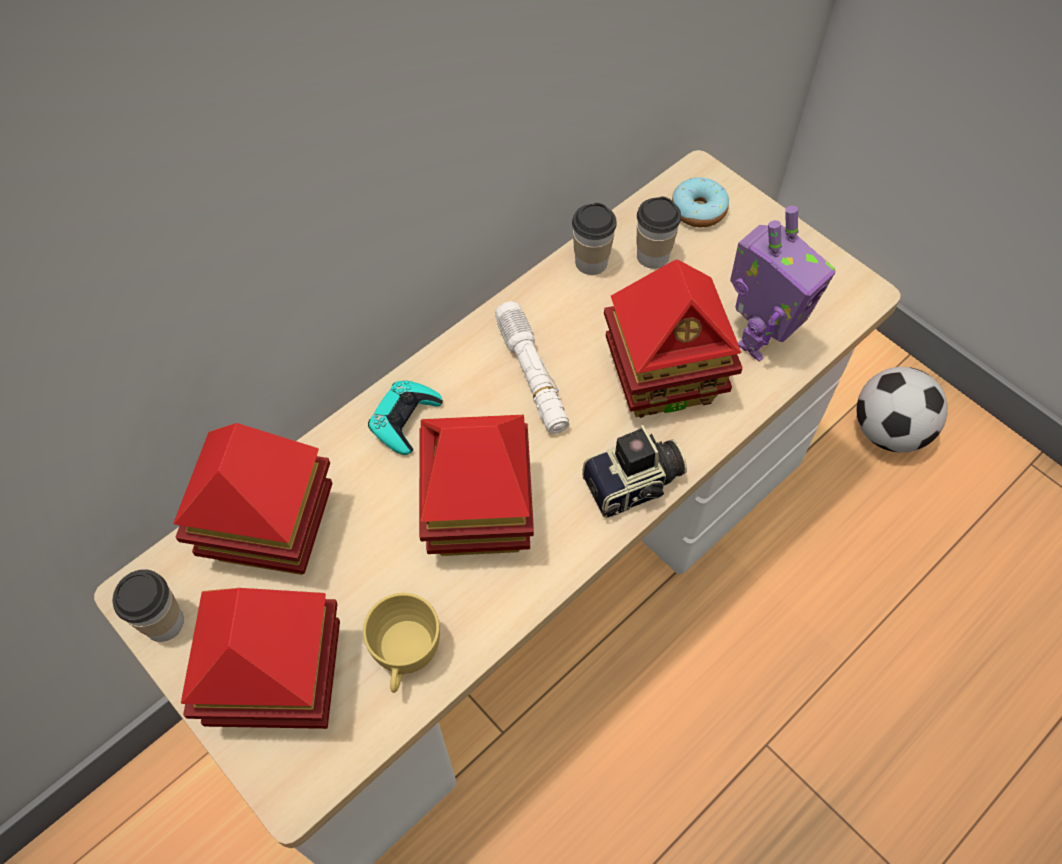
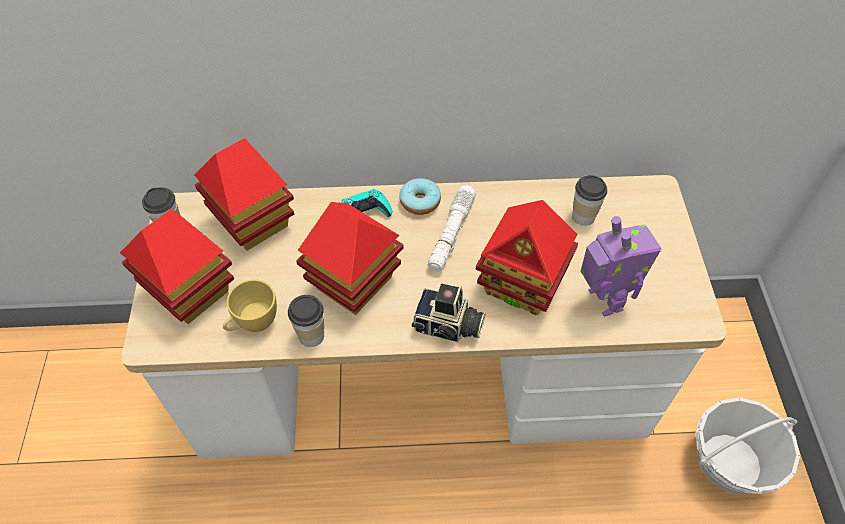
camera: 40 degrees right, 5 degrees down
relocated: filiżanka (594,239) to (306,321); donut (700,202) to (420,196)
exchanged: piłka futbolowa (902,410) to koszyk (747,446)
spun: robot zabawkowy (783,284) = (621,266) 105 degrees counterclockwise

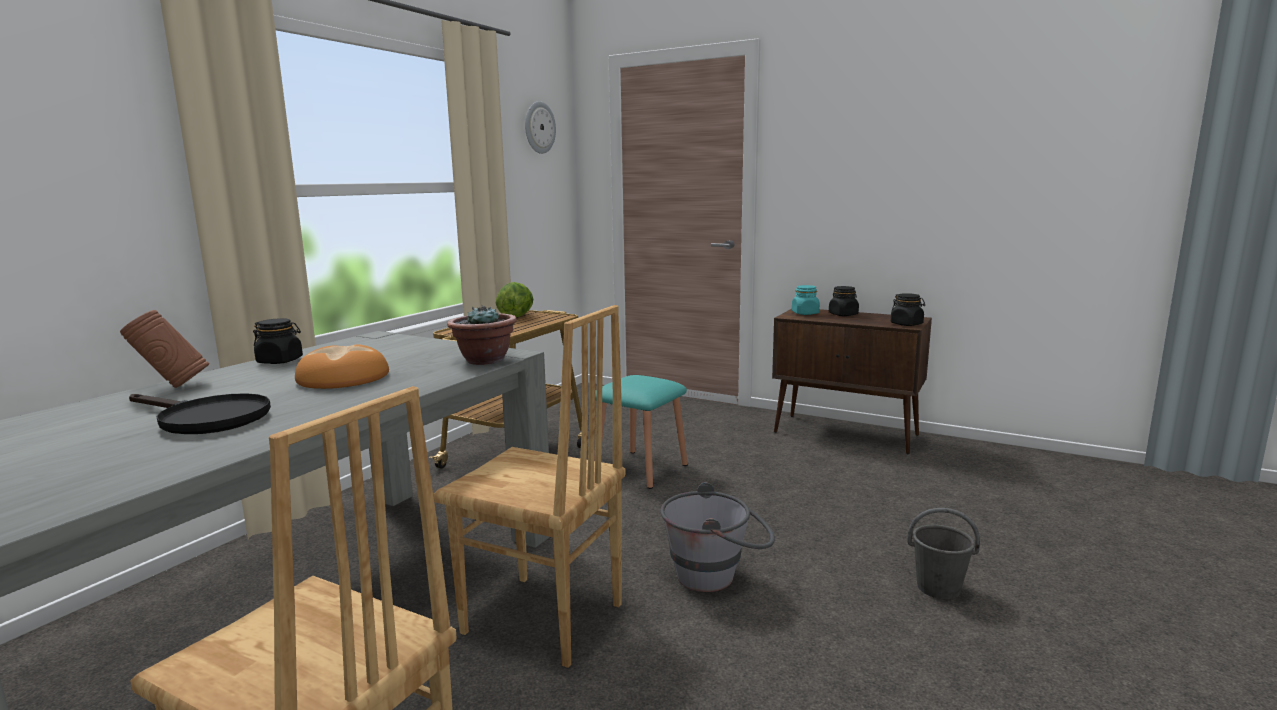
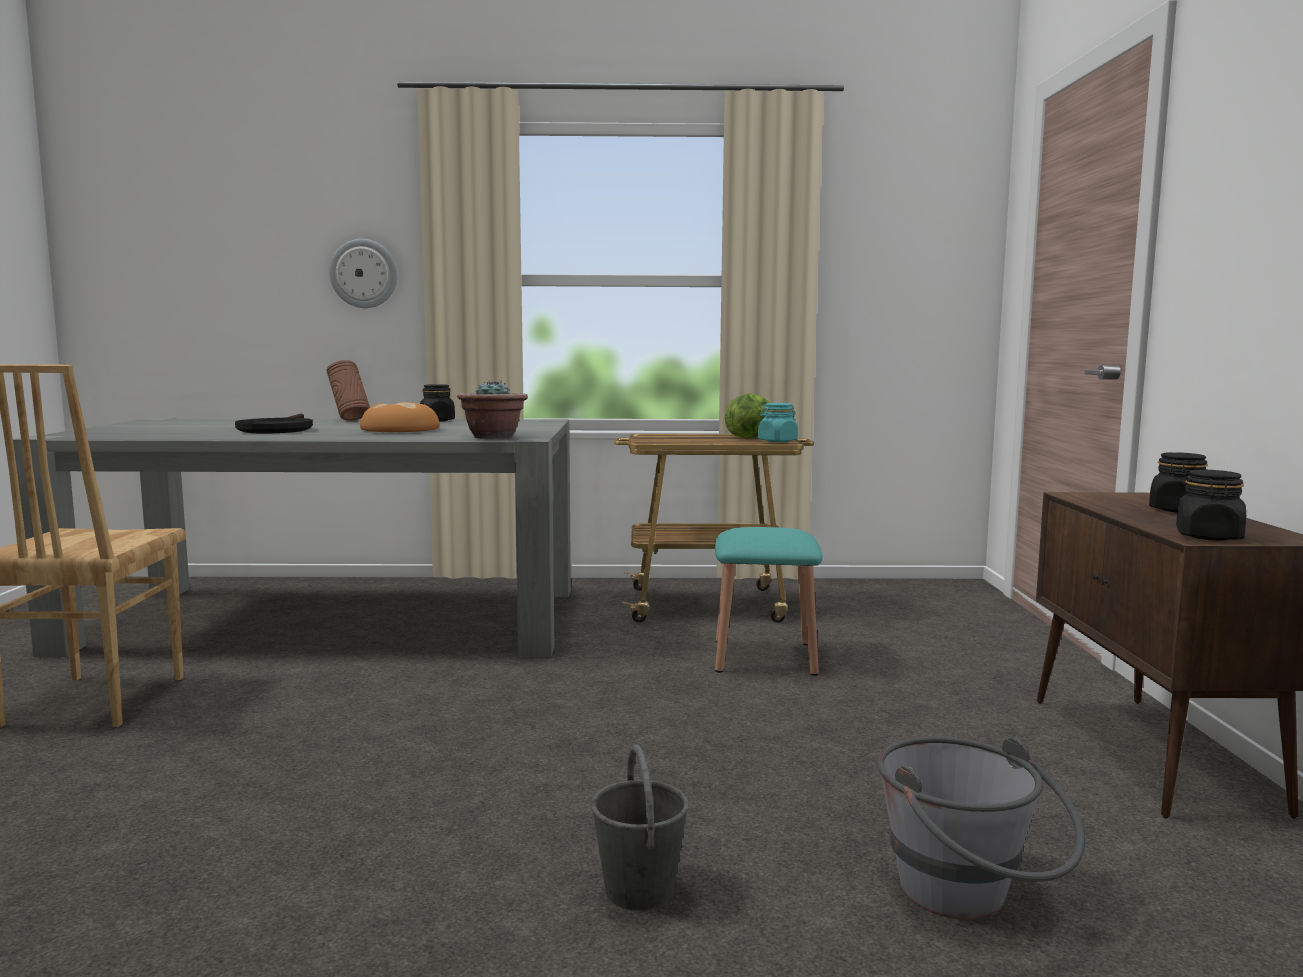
camera: 60 degrees right, 5 degrees down
missing: krzesło/brązowy (529,486)
relocated: zegar ścienny (540,127) to (363,273); wiadro/szary (717,537) to (981,828); słoik/turkusowy (806,300) to (778,422)

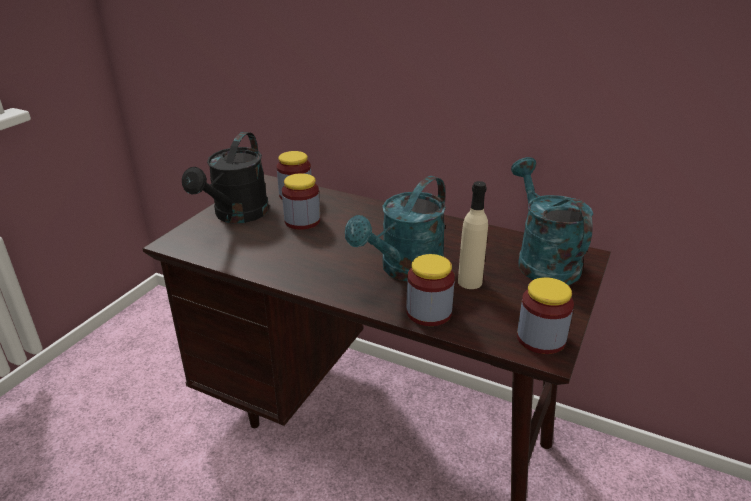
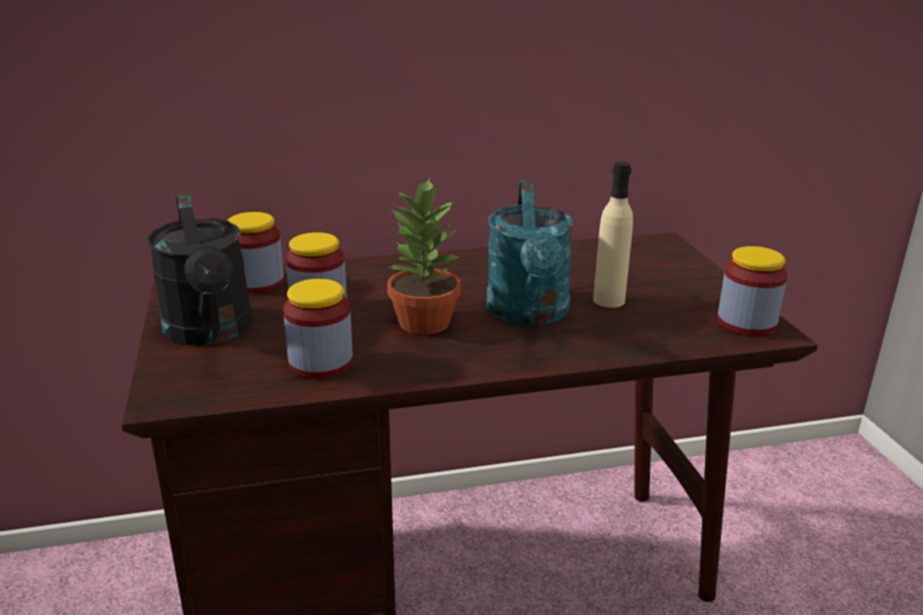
camera: 40 degrees left, 5 degrees down
missing: konewka/turkusowy (552,221)
appeared: roślina doniczkowa (424,256)
relocated: słoik (430,290) to (318,329)

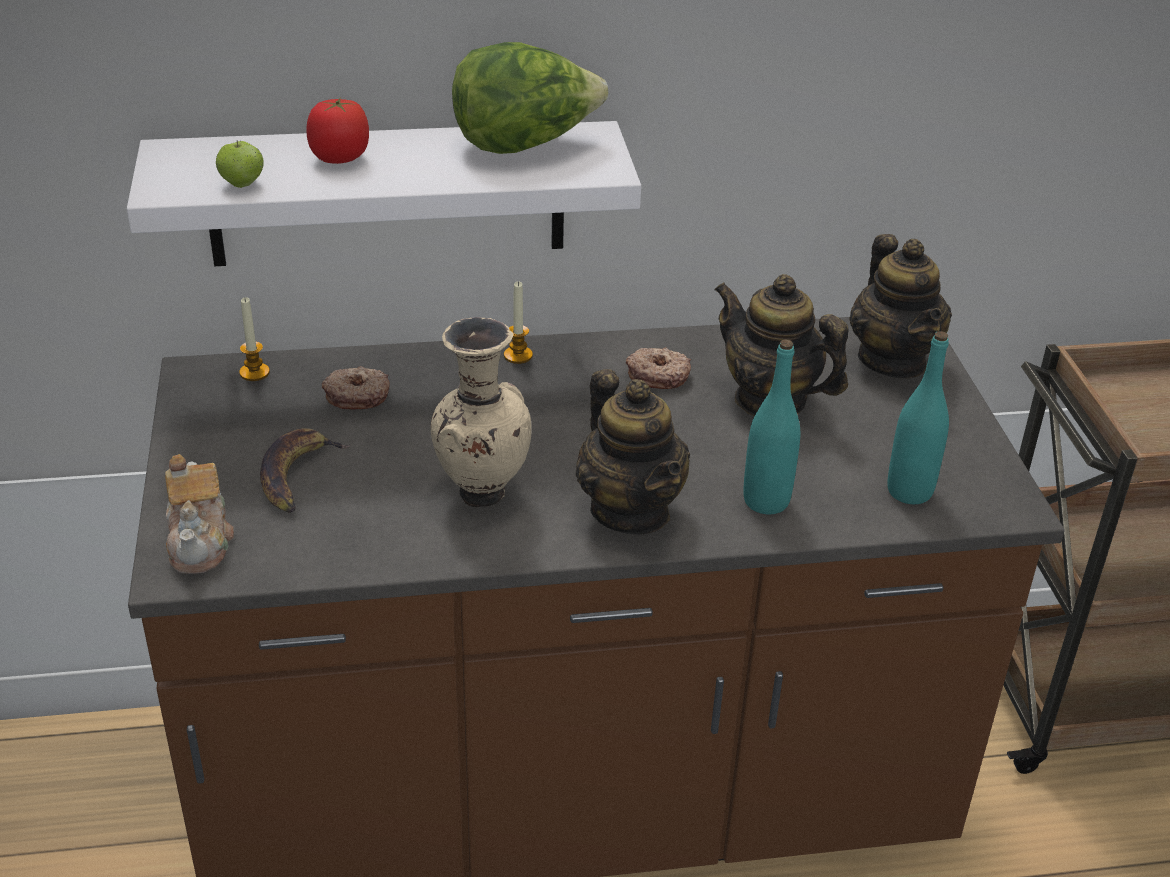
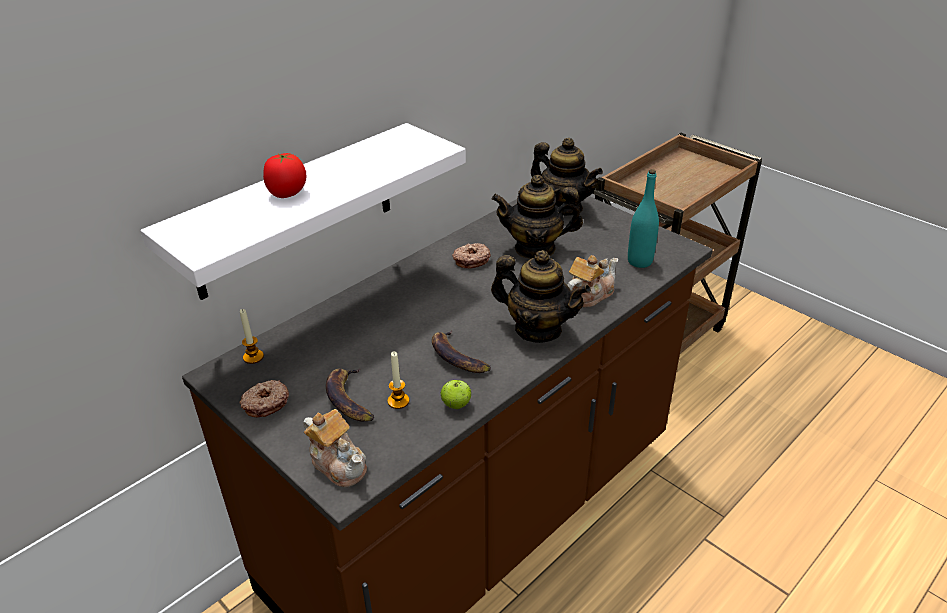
camera: 35 degrees left, 0 degrees up
missing: sałata (530,98)
relocated: jabłko (240,164) to (455,394); donut (356,388) to (264,398); świeca (518,322) to (398,380)
exchanged: wazon/beżowy (481,412) to banan (461,351); butelka/turkusowy (772,426) to imbryk (592,281)

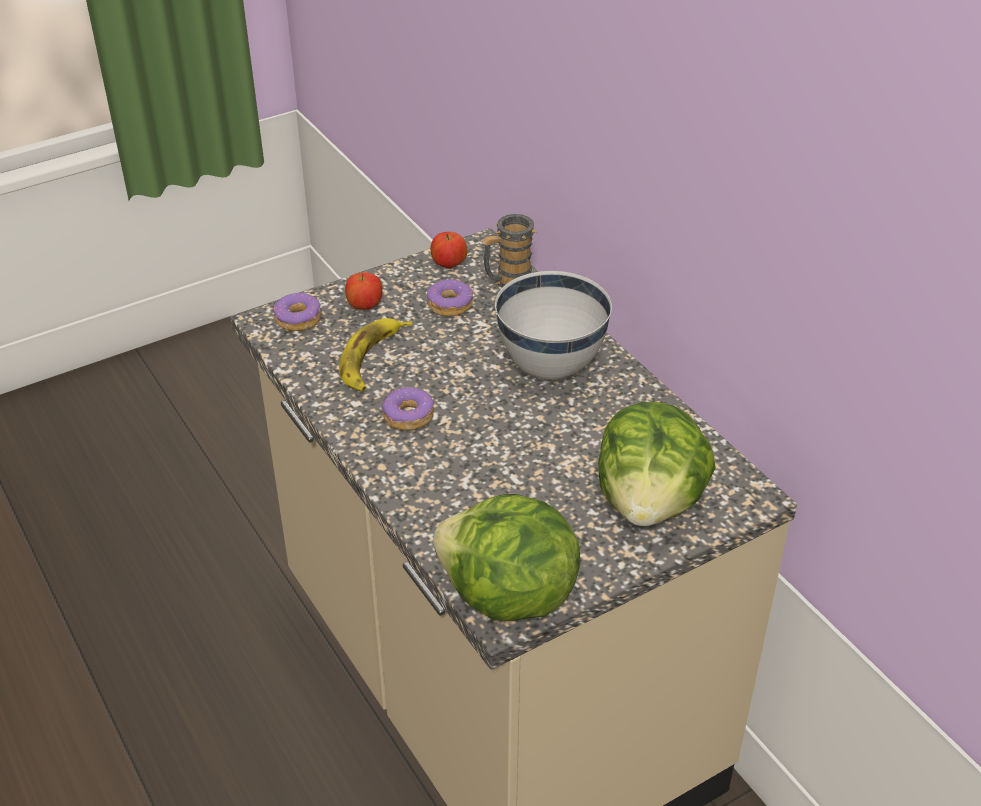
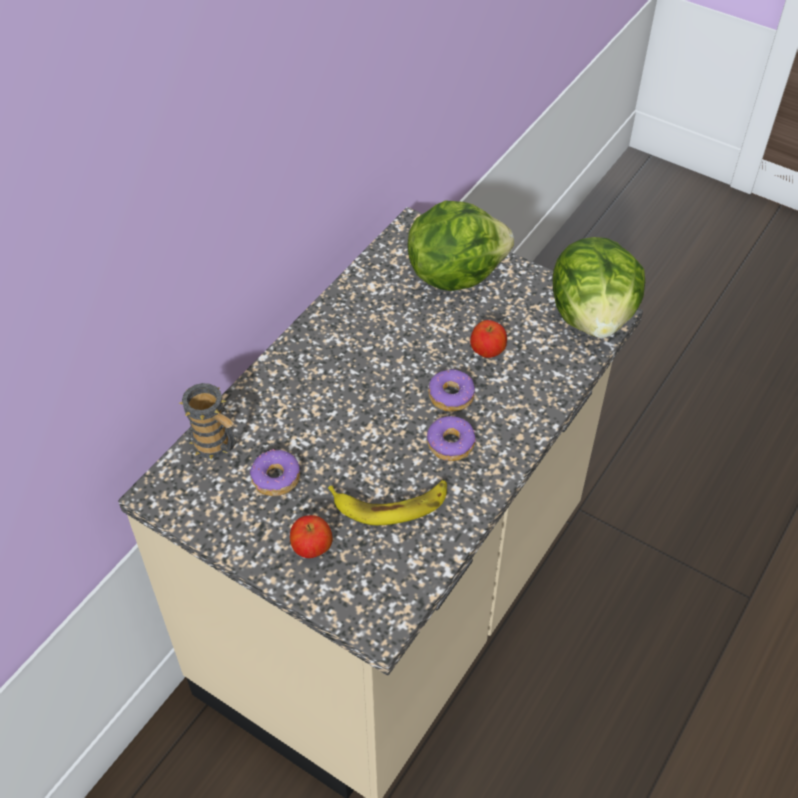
camera: 115 degrees left, 10 degrees up
missing: miska/biały (553,325)
relocated: donut (297,312) to (451,390); jabłko (449,250) to (488,339)

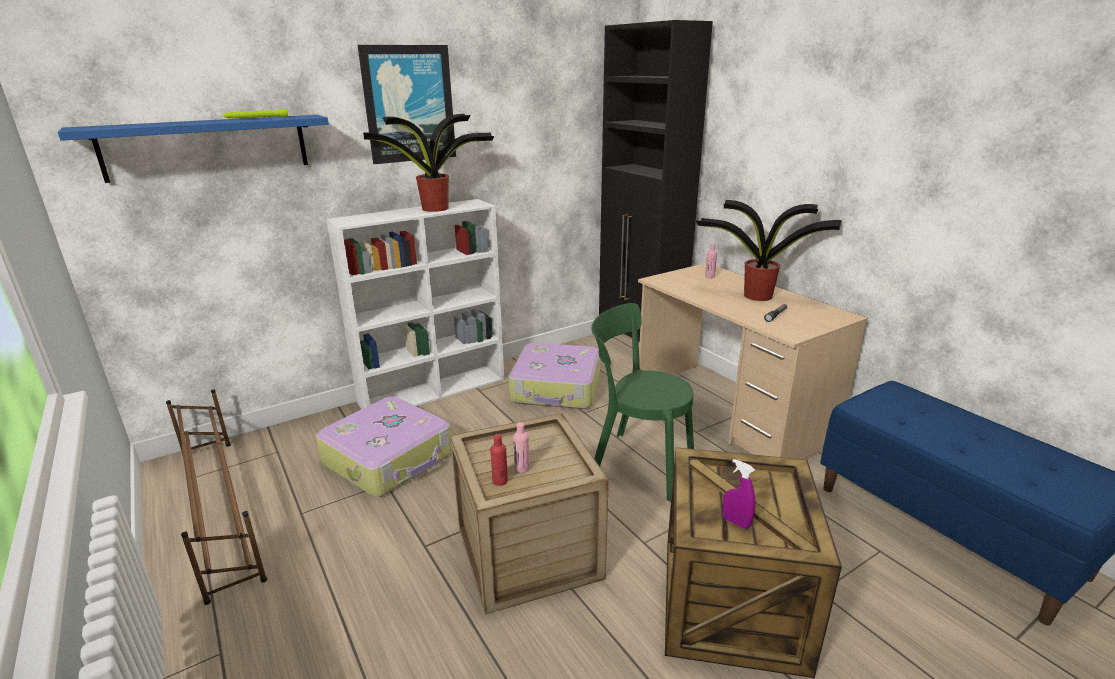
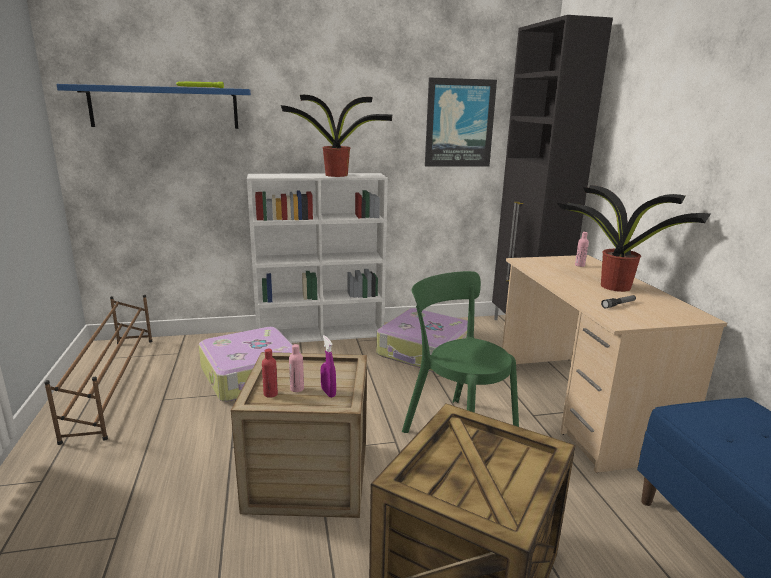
camera: 20 degrees right, 5 degrees down
relocated: obraz (407,104) to (461,122); spryskiwacz/fioletowy (739,494) to (328,366)

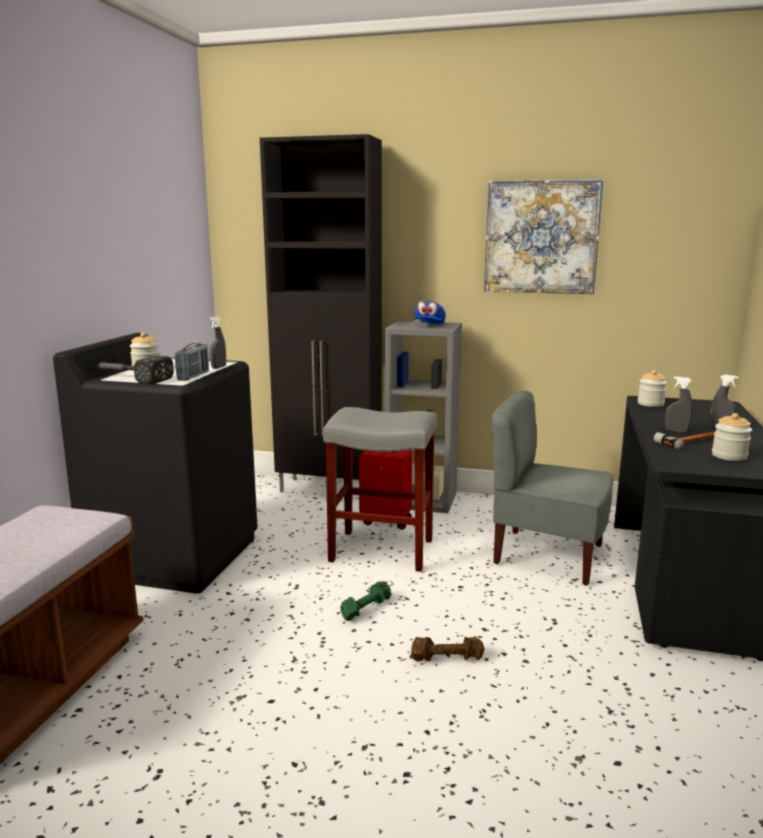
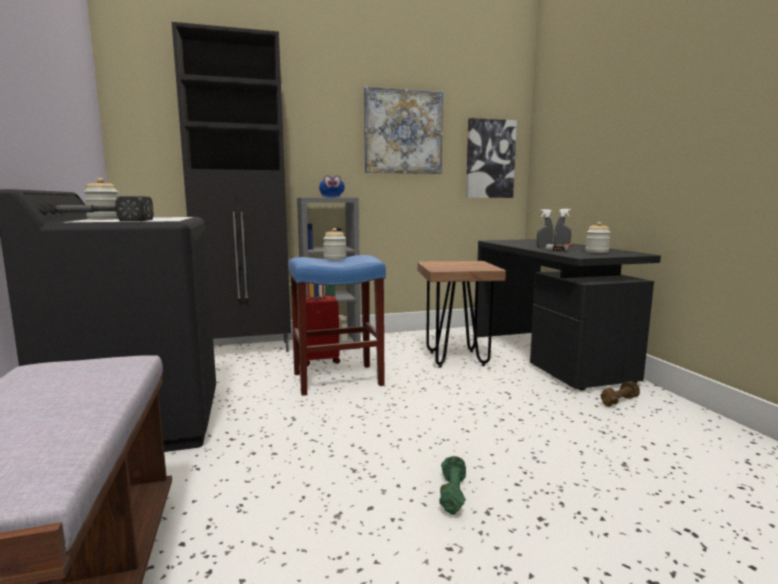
camera: 30 degrees left, 5 degrees down
missing: radio (192,362); spryskiwacz/szary (218,342)
appeared: obraz (491,158)
relocated: hantel/zielony (365,601) to (452,485); hantel/brązowy (448,649) to (620,394); słoik (652,388) to (334,244)
exchanged: krzesło/szary (552,488) to stołek/brązowy (462,314)
colour: stołek/szary (380,489) to stołek/niebieski (337,325)

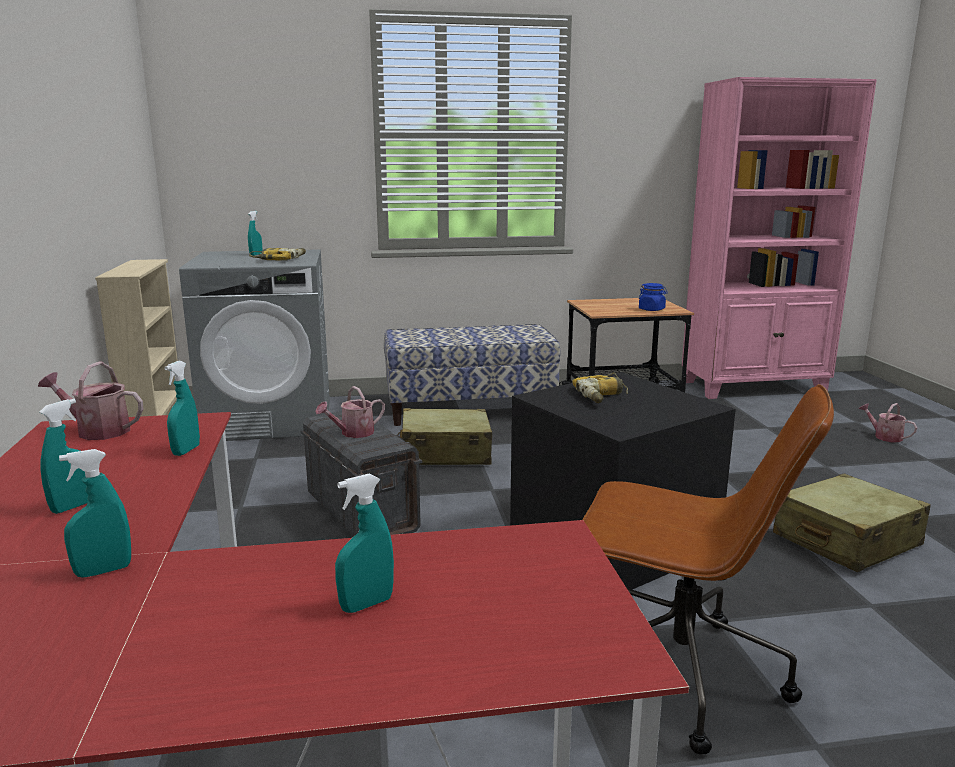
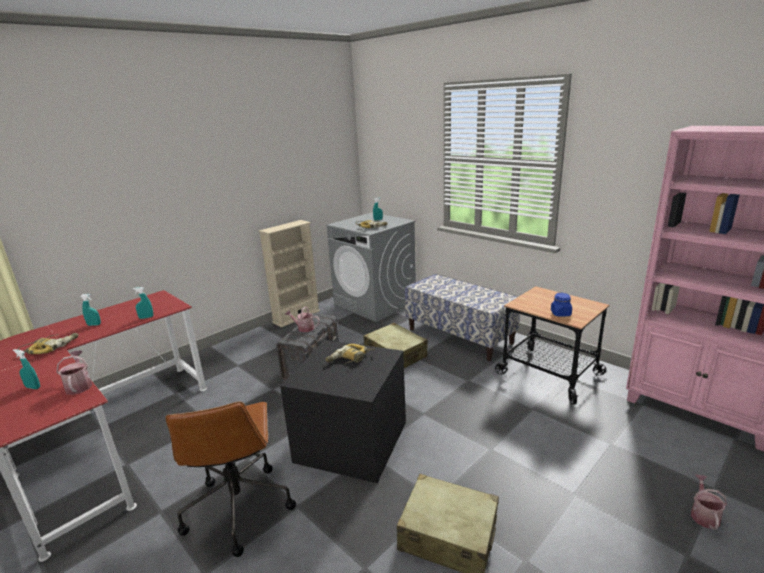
camera: 55 degrees right, 5 degrees up
relocated: konewka (91,400) to (75,372)
exchanged: spryskiwacz/turkusowy (95,513) to wiertarka (48,343)

